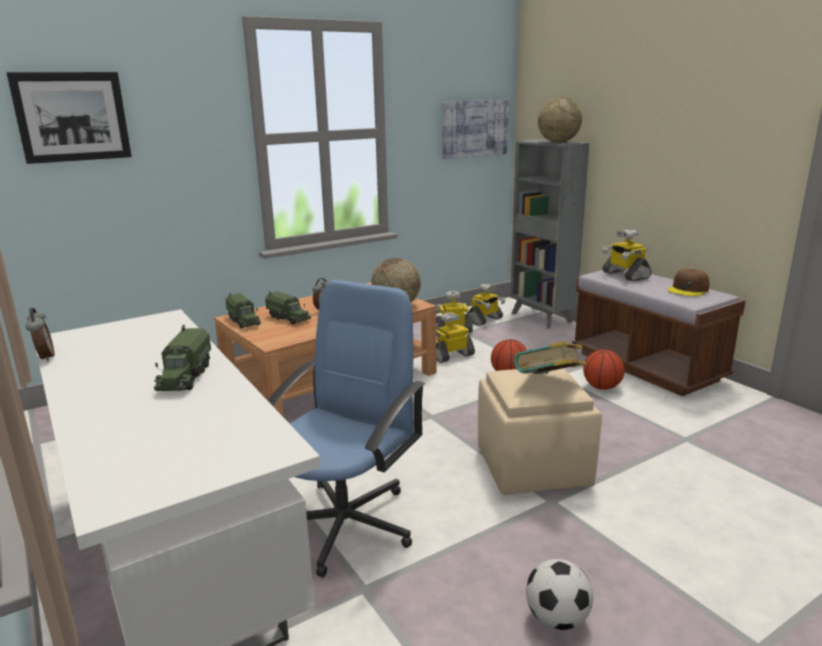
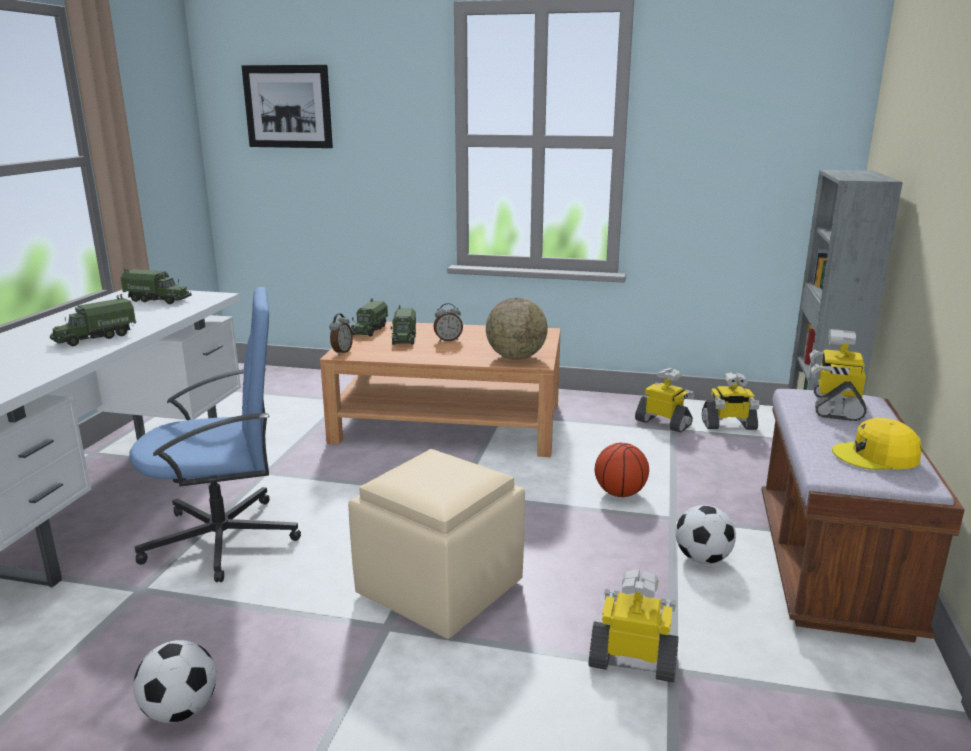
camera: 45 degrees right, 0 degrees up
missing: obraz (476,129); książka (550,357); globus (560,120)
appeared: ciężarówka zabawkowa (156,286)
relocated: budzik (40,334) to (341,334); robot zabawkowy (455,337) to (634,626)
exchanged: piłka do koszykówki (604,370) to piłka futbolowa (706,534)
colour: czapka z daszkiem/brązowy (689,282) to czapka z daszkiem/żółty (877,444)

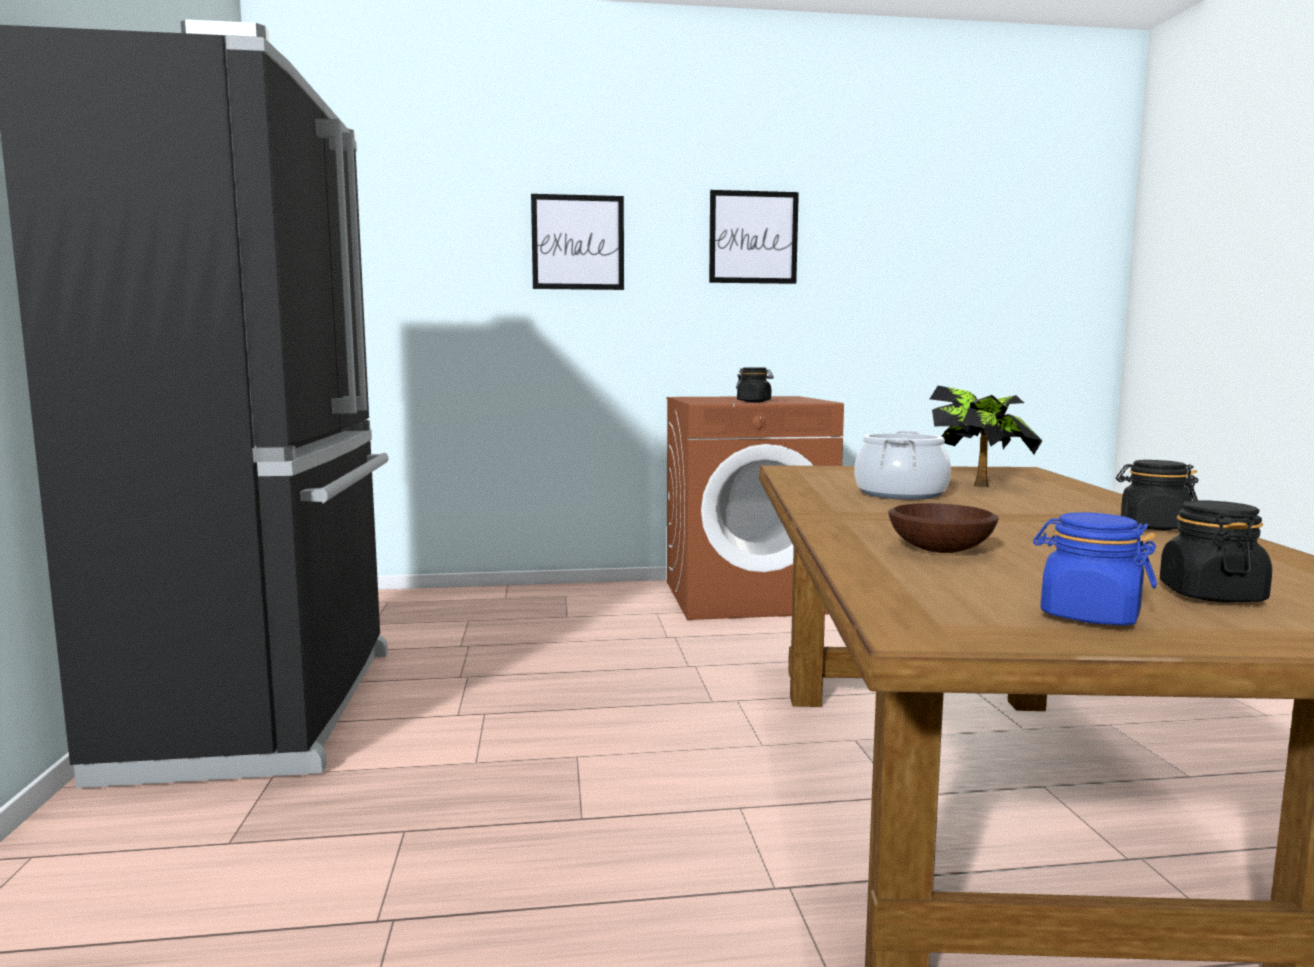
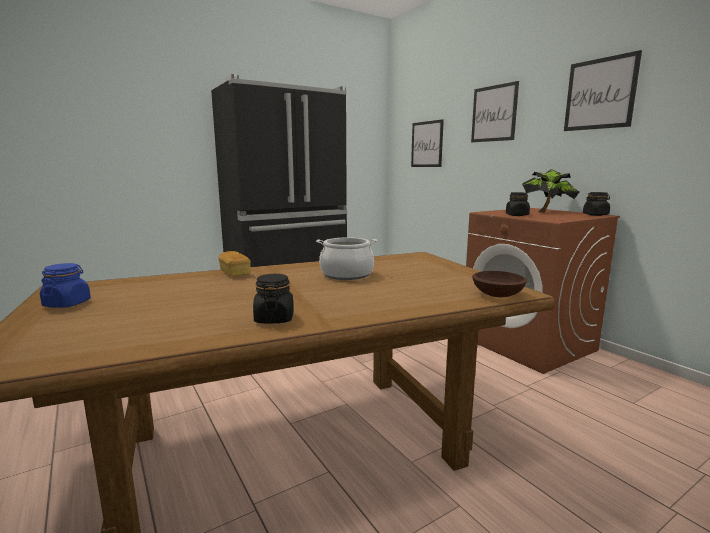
camera: 65 degrees right, 5 degrees up
appeared: chleb (234,264); obraz (427,143)
relocated: miska/brązowy (943,528) to (499,284); roślina doniczkowa (986,436) to (550,191); słoik/czarny (1216,551) to (596,204)

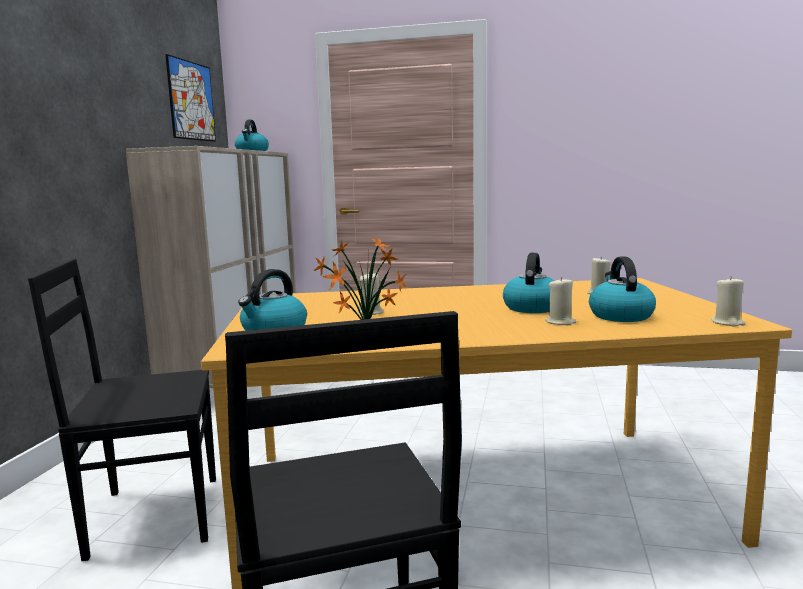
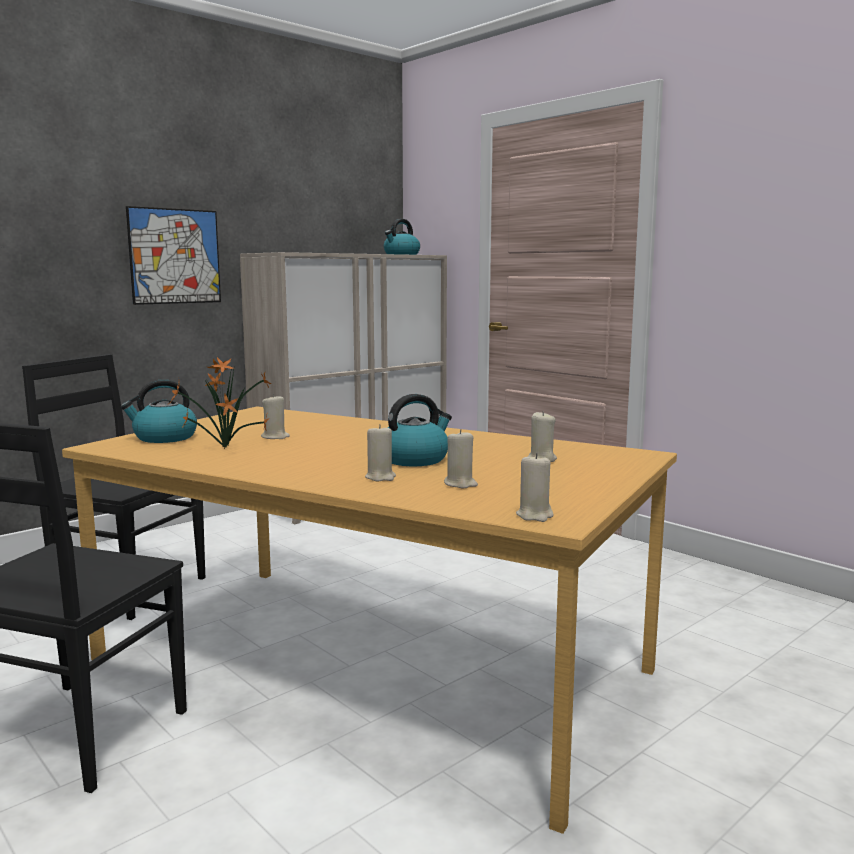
camera: 35 degrees right, 0 degrees up
relocated: obraz (190,98) to (173,255)
exchanged: czajnik (622,289) to świeca/beżowy (461,458)

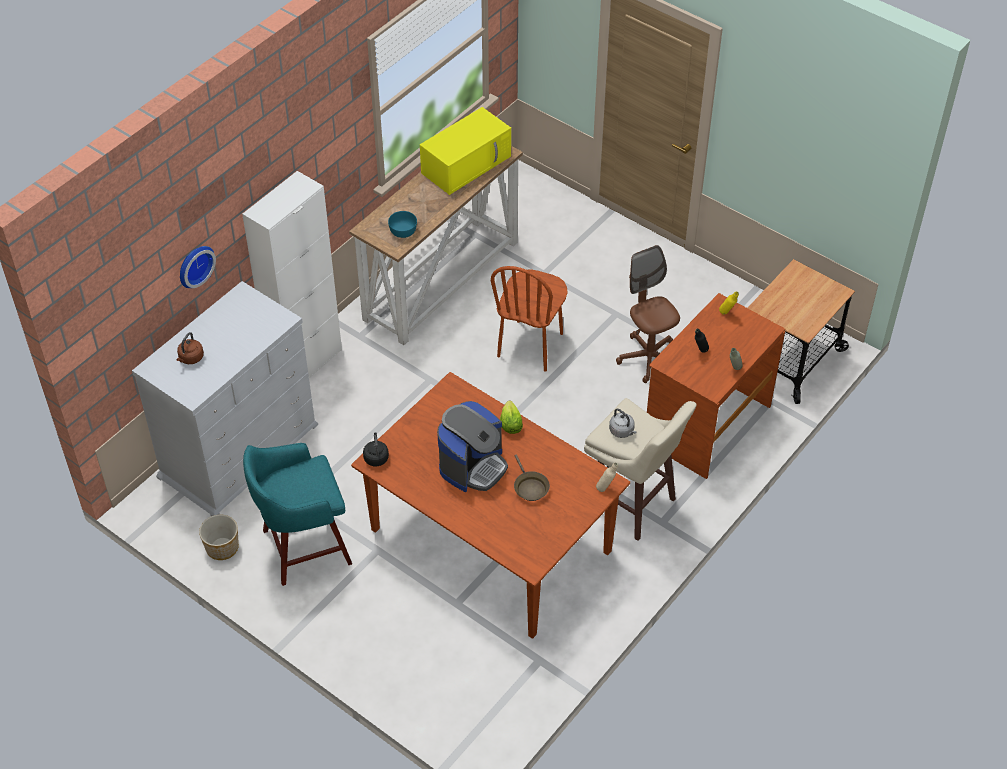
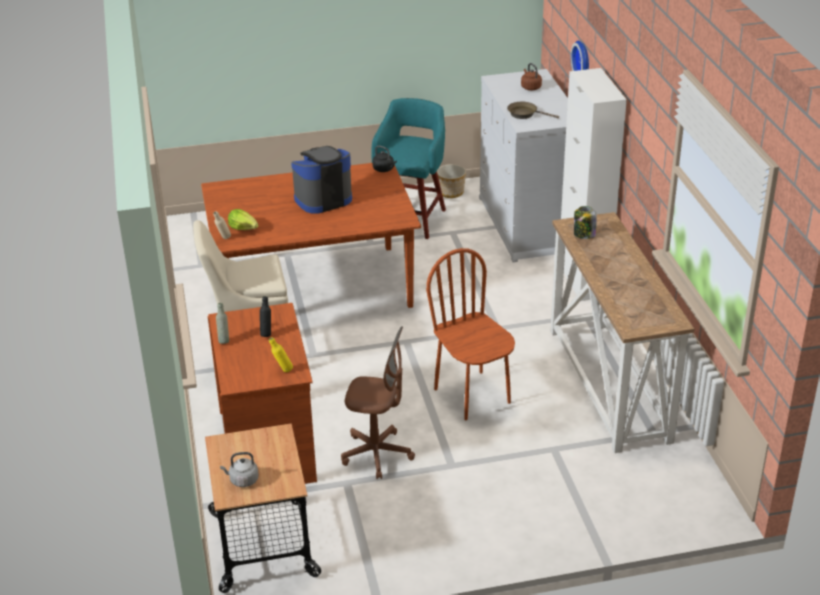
camera: 130 degrees right, 15 degrees down
missing: mikrofalówka/żółty (465,151)
relocated: sałata (511,417) to (243,219); patelnia/brązowy (532,478) to (533,110); czajnik/szary (623,423) to (239,469)
exchanged: miska/turkusowy (402,224) to słoik (585,222)
spun: ekspres do kawy (472,446) = (321,180) 75 degrees clockwise

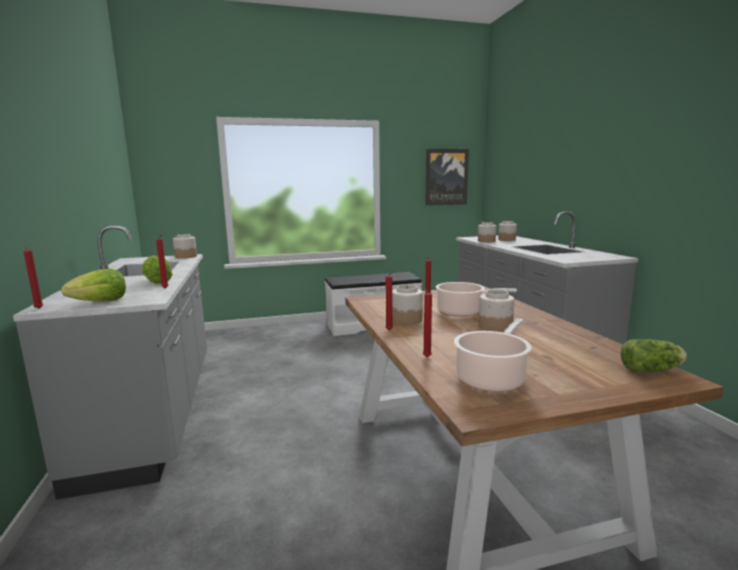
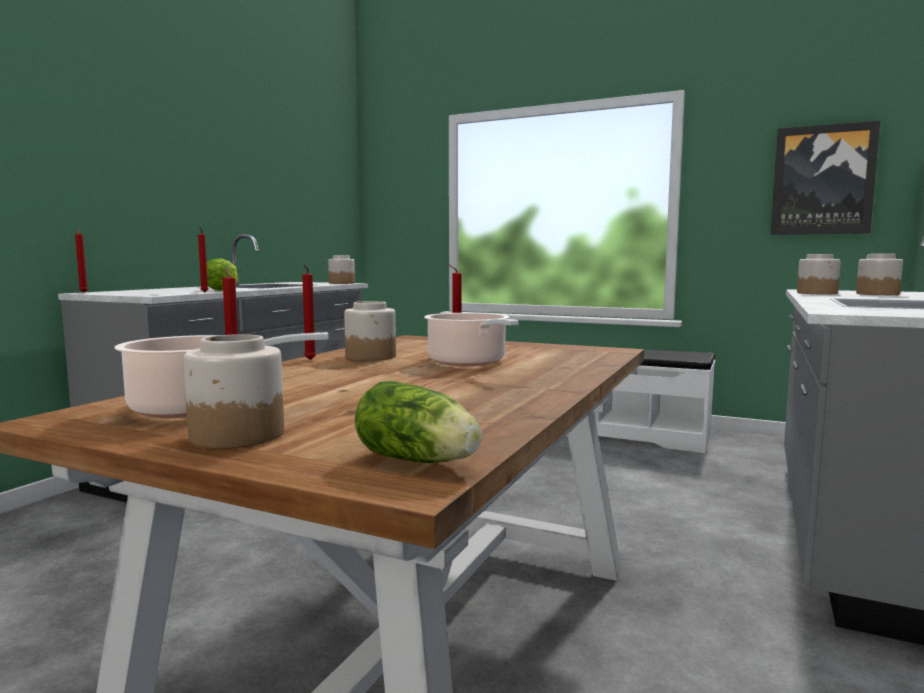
camera: 40 degrees right, 5 degrees down
missing: sałata (93,285)
relocated: słoik (496,311) to (233,391)

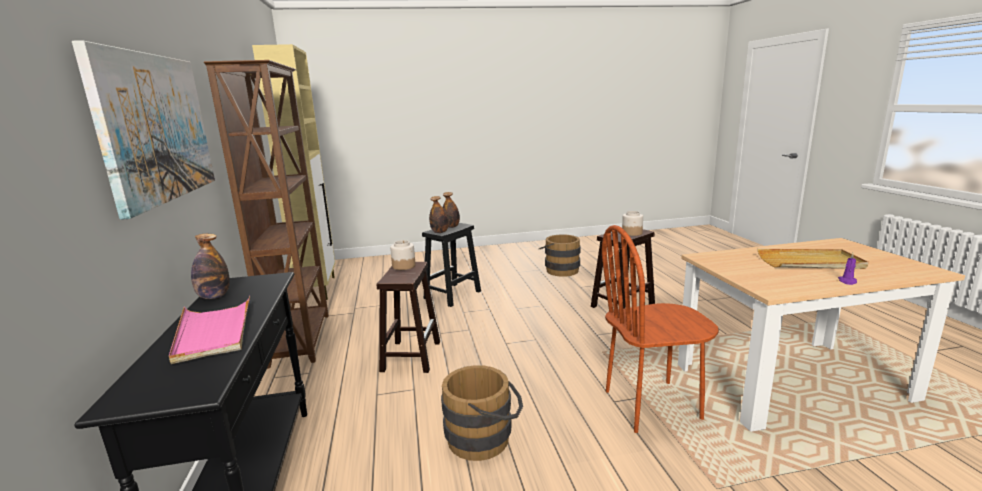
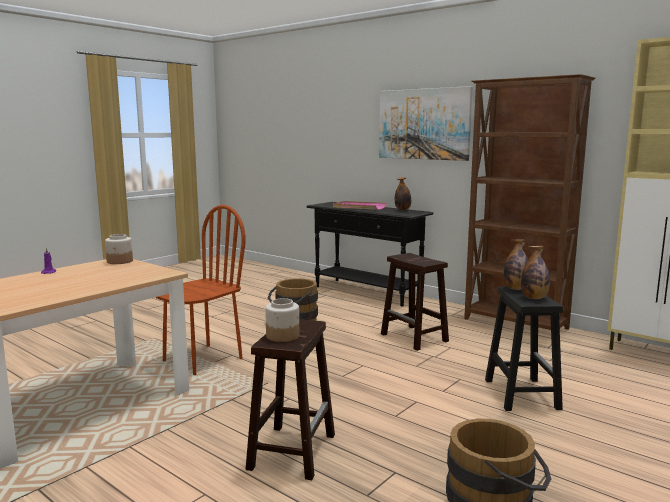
camera: 140 degrees right, 5 degrees down
missing: taca/beżowy (813,259)
relocated: słoik (403,255) to (119,249)

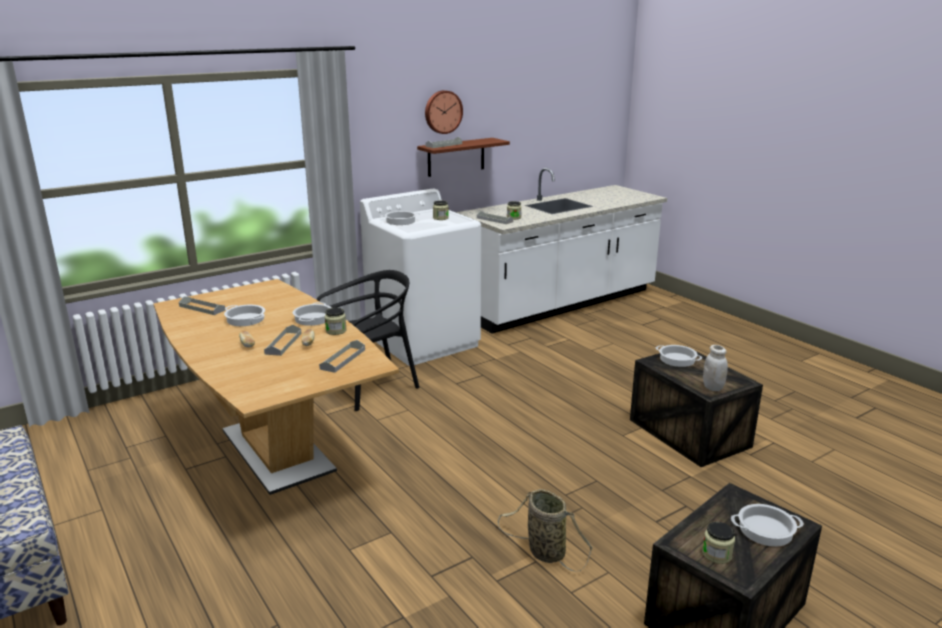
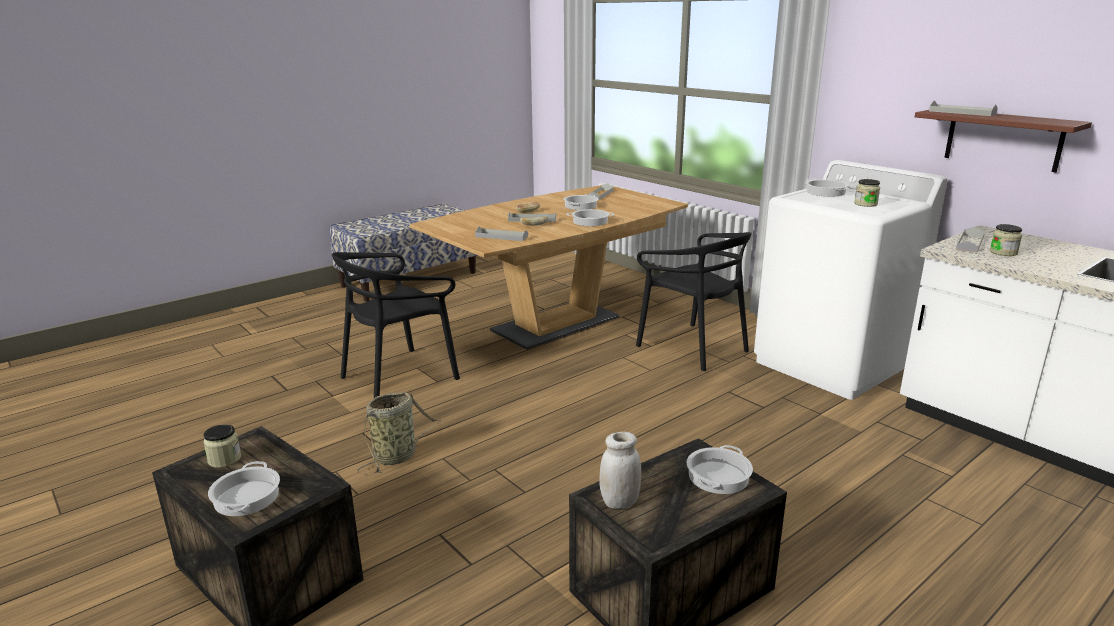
camera: 85 degrees right, 0 degrees up
missing: słoik (336,321); zegar ścienny (444,112)
appeared: krzesło/czarny (396,325)

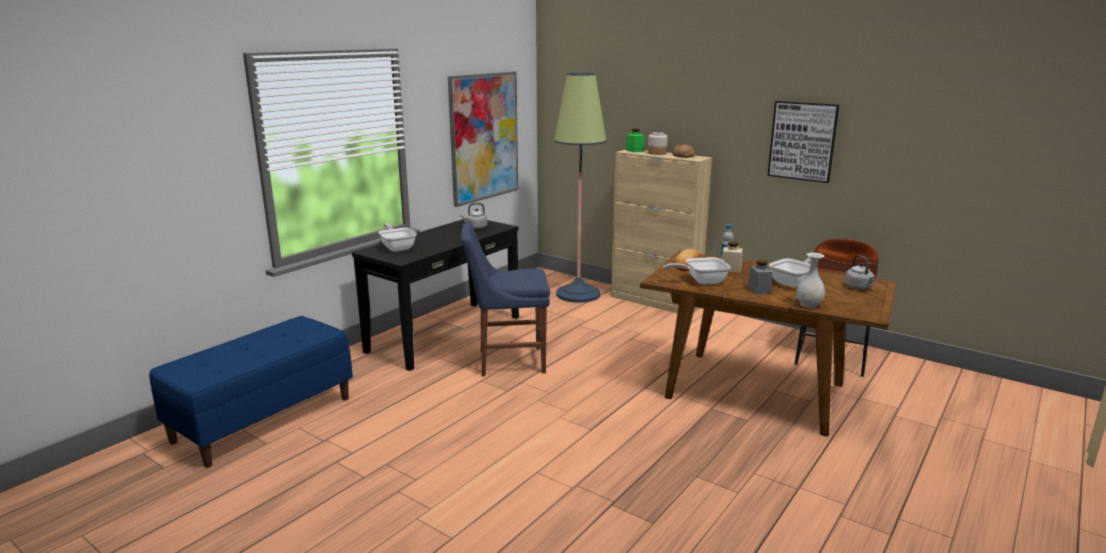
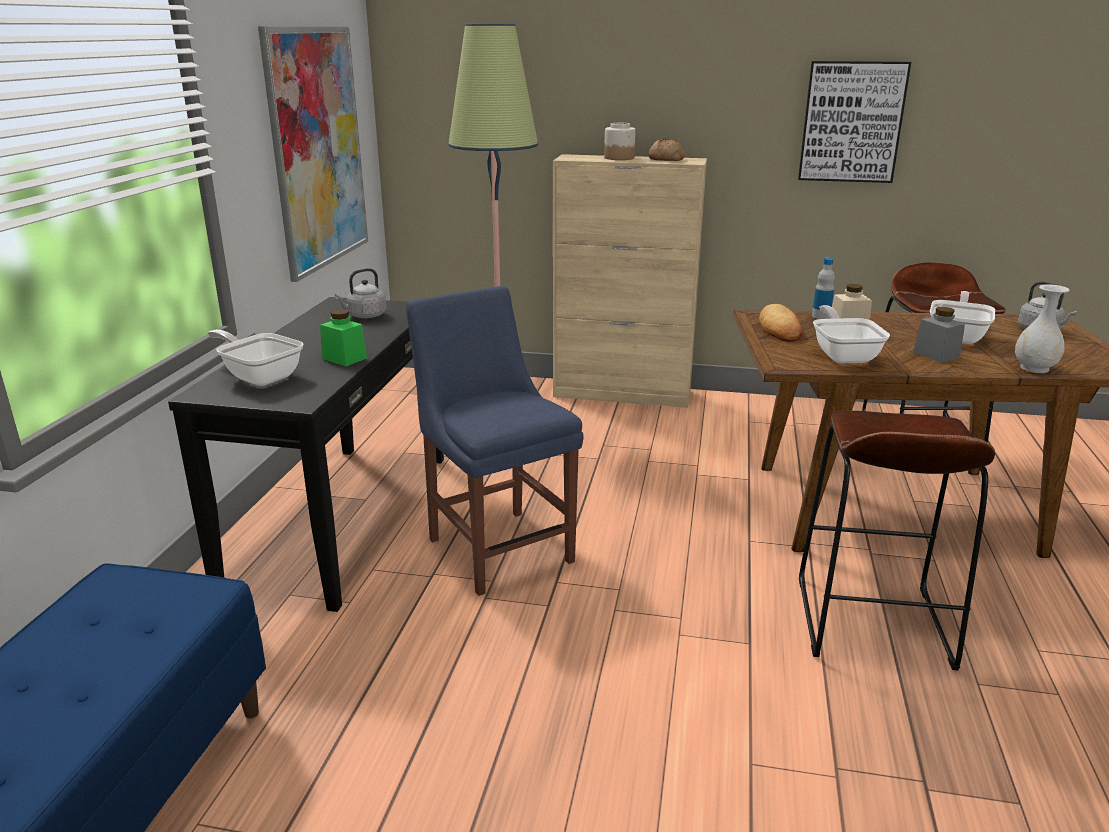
camera: 25 degrees left, 5 degrees up
appeared: stołek/brązowy (897,540)
relocated: słoik/zielony (635,140) to (343,337)
spun: krzesło/niebieski (505,299) = (495,441) 90 degrees clockwise; patelnia (697,271) = (851,334) 120 degrees clockwise

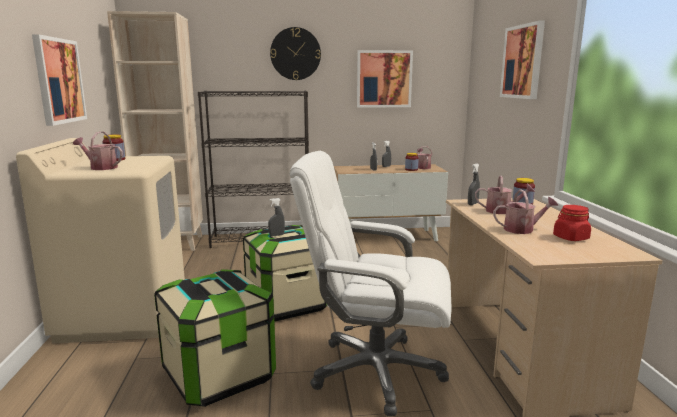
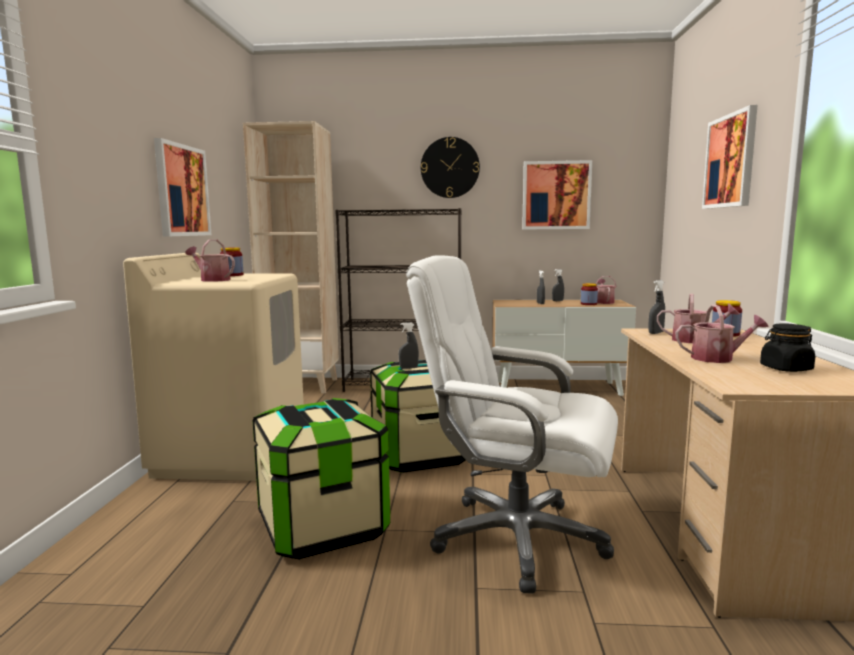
camera: 10 degrees right, 5 degrees down
colour: słoik/czerwony (572,223) to słoik/czarny (787,348)

